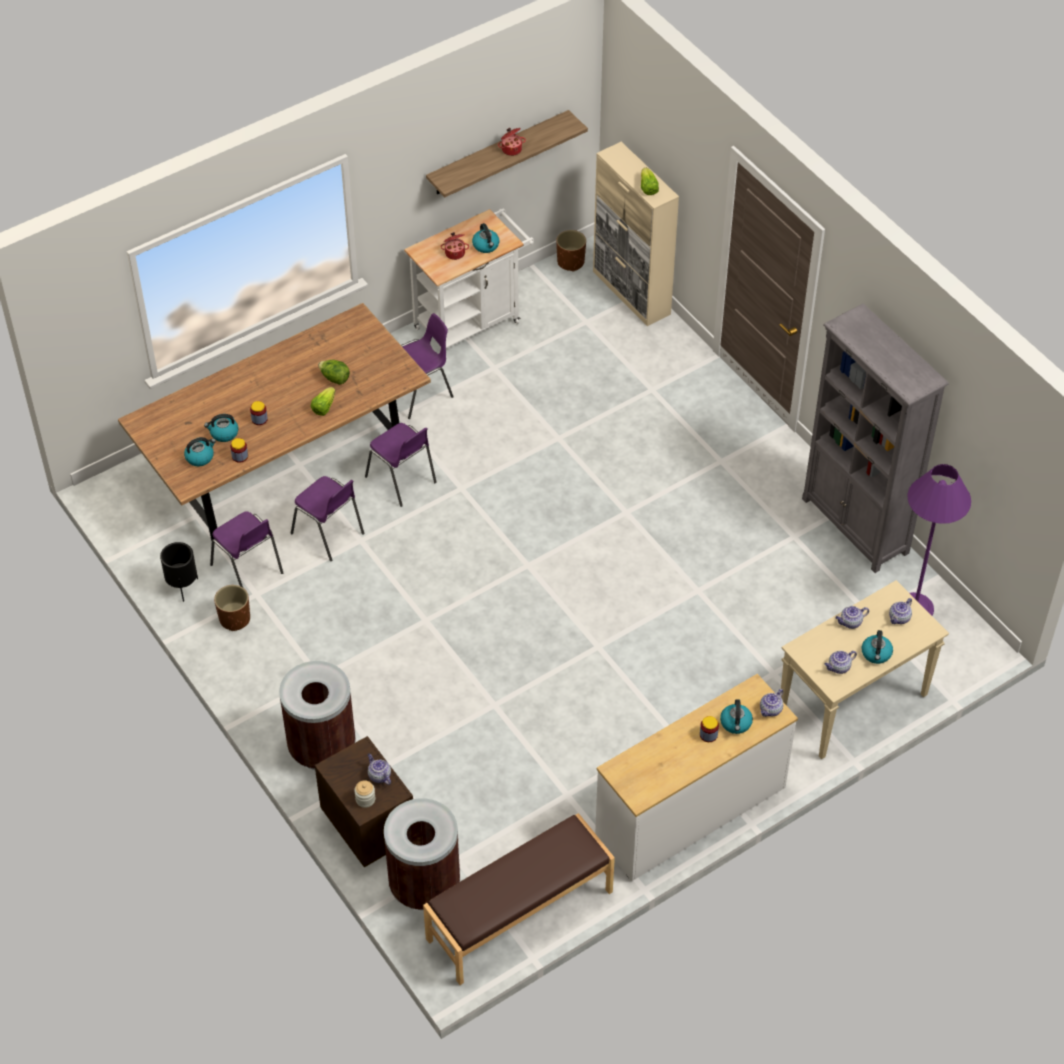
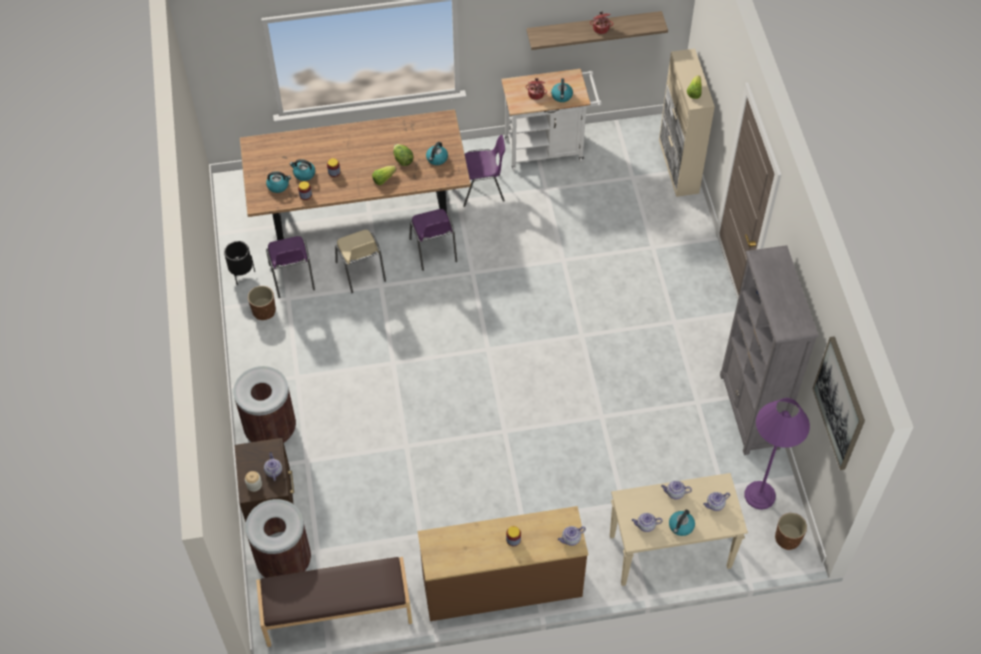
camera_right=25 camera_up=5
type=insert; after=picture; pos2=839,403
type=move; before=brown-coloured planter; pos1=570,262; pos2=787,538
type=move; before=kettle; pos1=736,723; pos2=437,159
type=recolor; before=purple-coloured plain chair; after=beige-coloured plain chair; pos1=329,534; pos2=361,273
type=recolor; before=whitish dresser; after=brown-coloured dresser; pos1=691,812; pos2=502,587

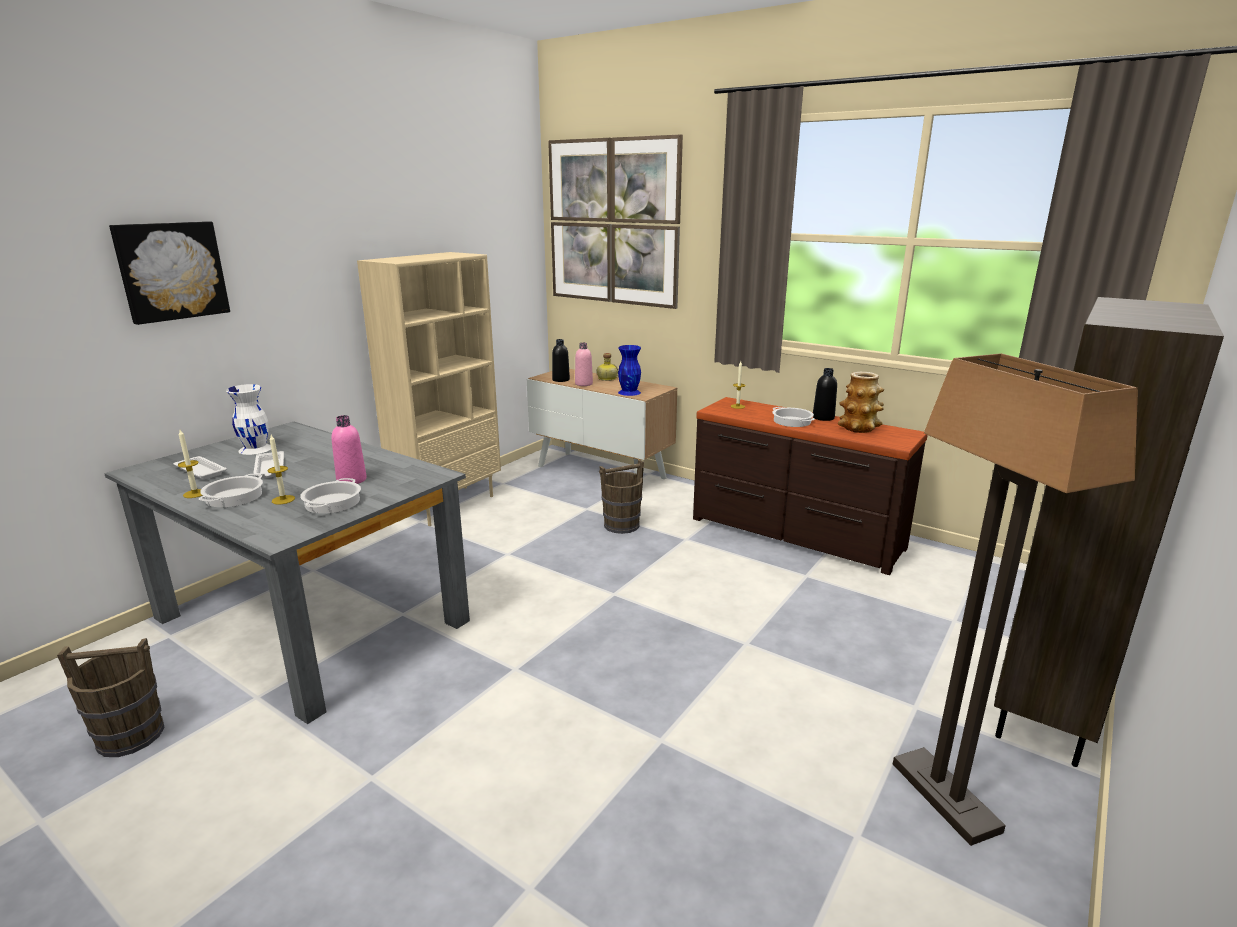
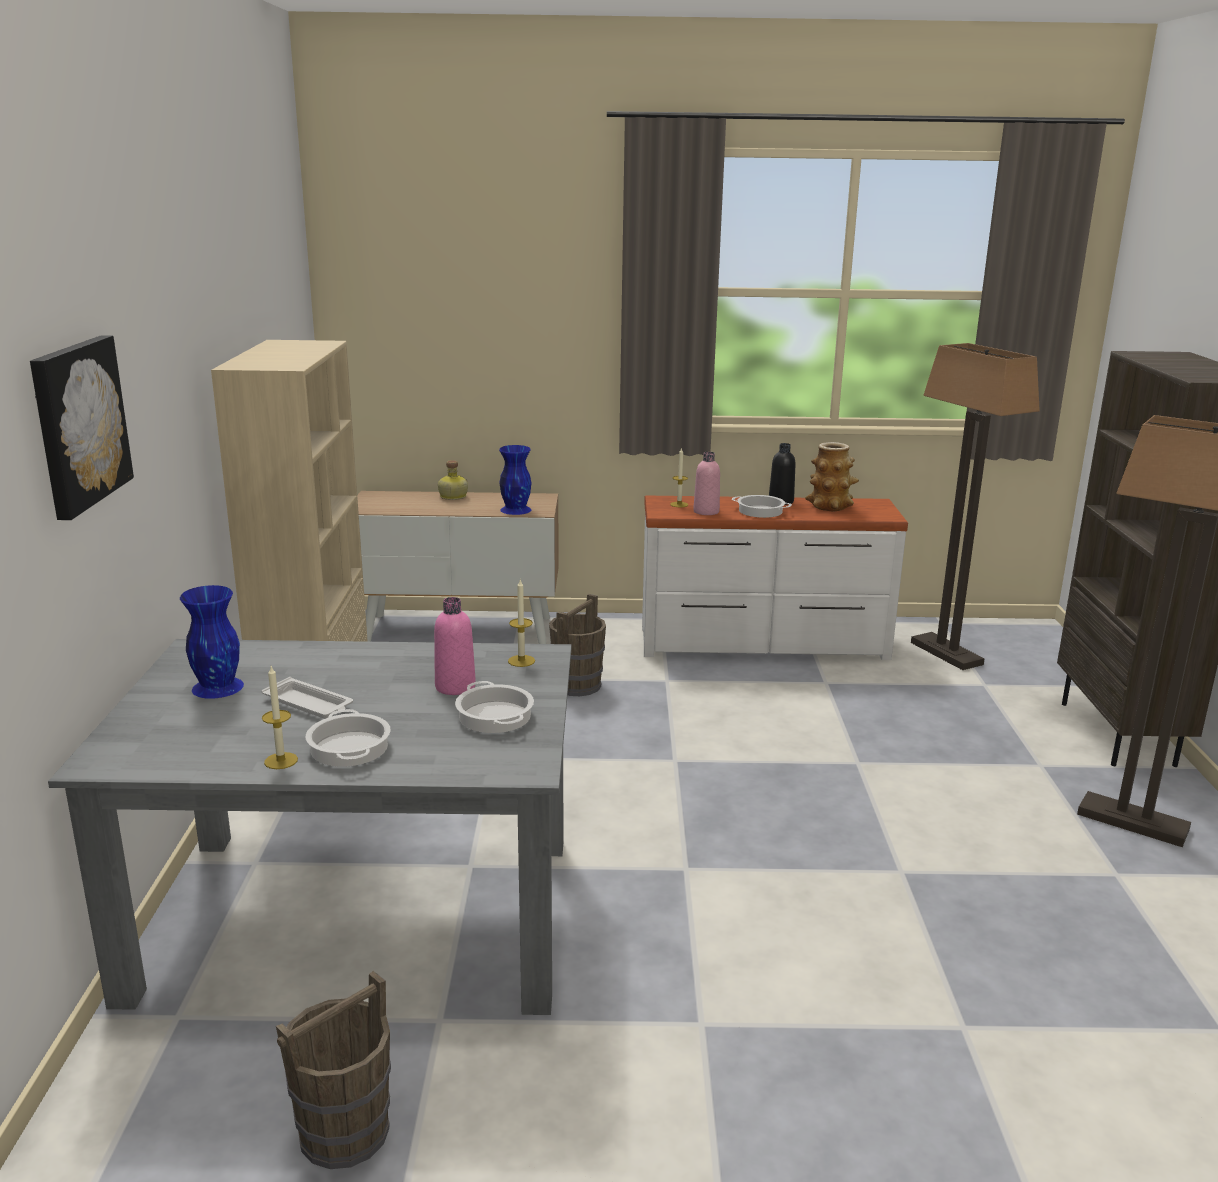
camera_right=-35 camera_up=0
type=delete; before=whitish carrying tray; pos1=200,471
type=delete; before=picture; pos1=613,222
type=delete; before=blackish drink bottle; pos1=561,380
type=insert; after=floor lamp; pos2=947,653
type=move; before=candle; pos1=283,500; pos2=521,661
type=move; before=pink-coloured drink bottle; pos1=583,384; pos2=706,512
type=recolor; before=whitish vase; after=blue vase; pos1=256,449; pos2=217,686
type=recolor; before=brown-coloured dresser; after=whitish dresser; pos1=794,534; pos2=763,644

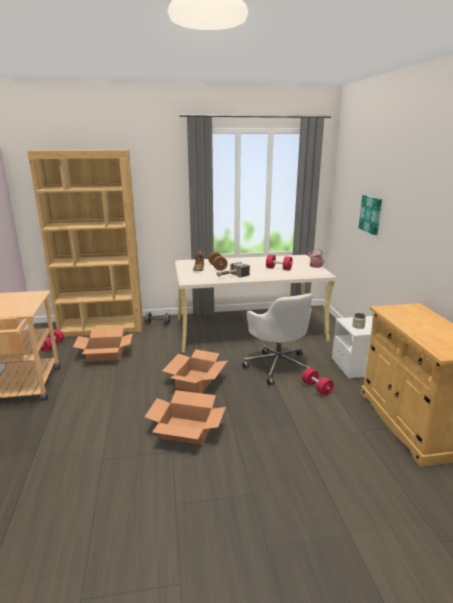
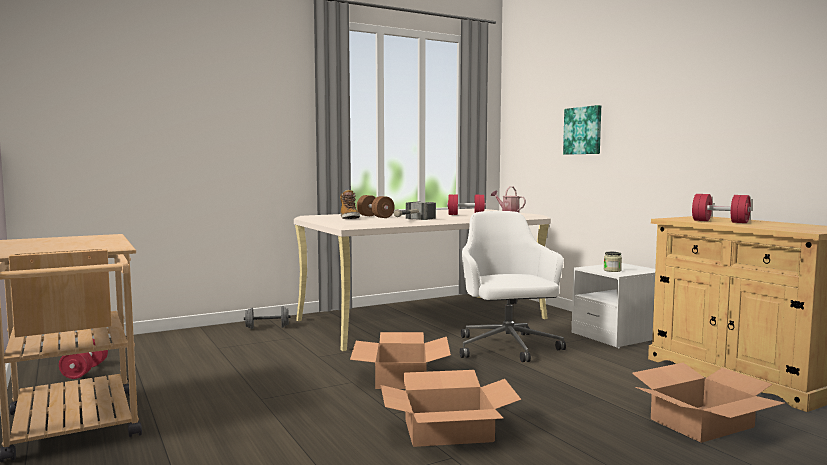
camera_right=-20 camera_up=-15
type=delete; before=brown-coloured shelving unit; pos1=102,327
type=move; before=cardboard box; pos1=105,354; pos2=702,423
type=move; before=red hand weight; pos1=316,388; pos2=720,221
type=rotate; before=whitish desk chair; pos1=278,366; pos2=507,348; turn=-150

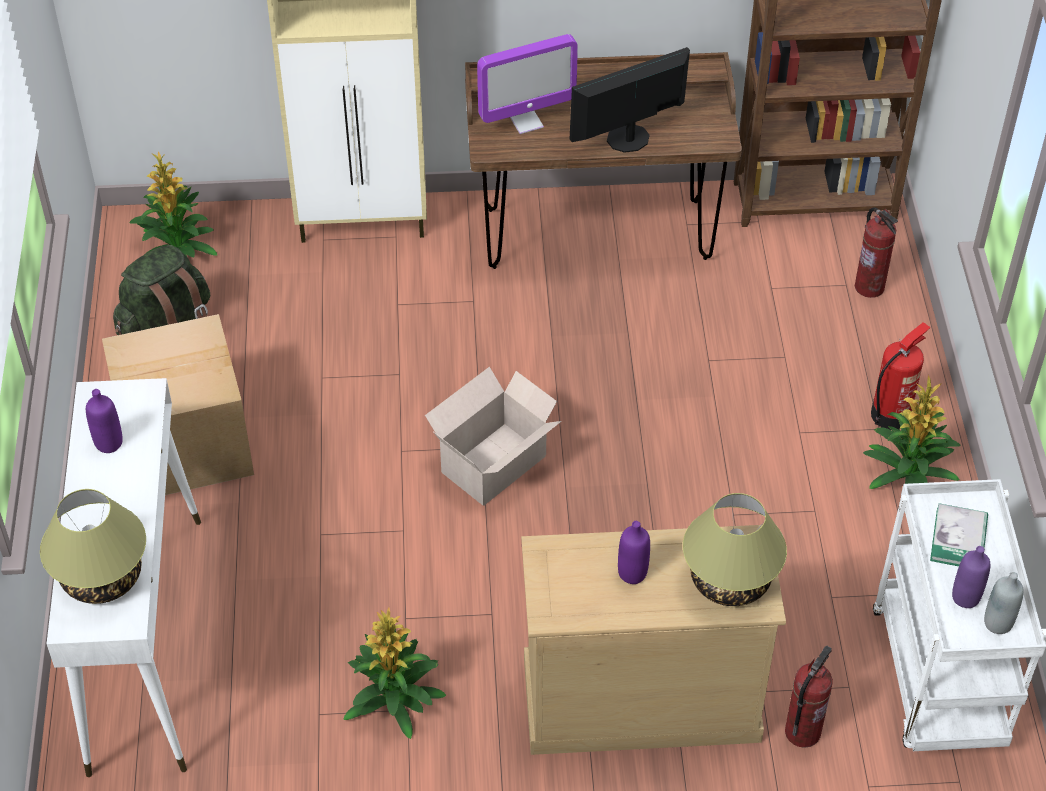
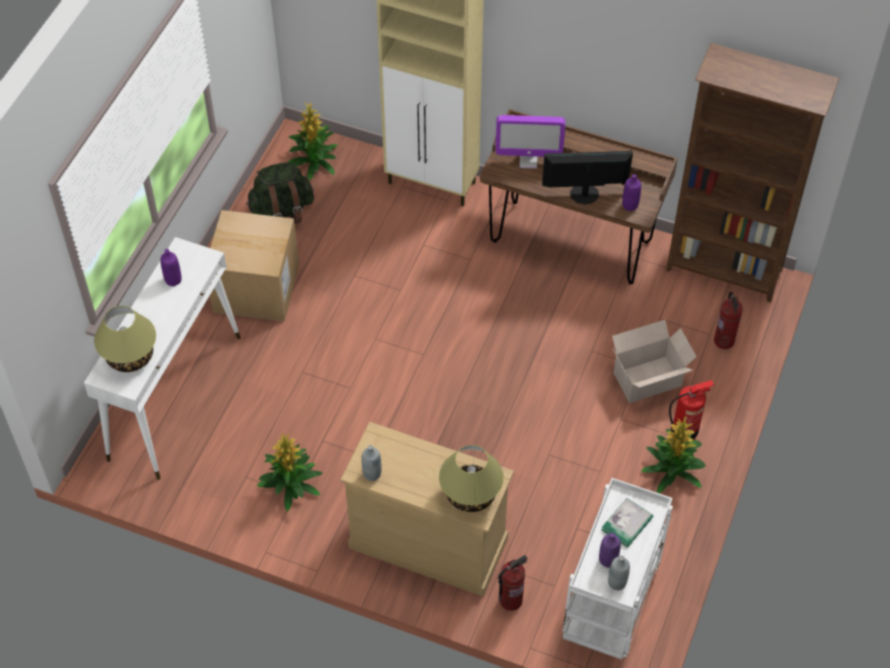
camera_right=25 camera_up=5
type=insert; after=grey drink bottle; pos2=372,474
type=move; before=cardboard box; pos1=496,463; pos2=649,379
type=move; before=purple-coloured drink bottle; pos1=632,573; pos2=630,205

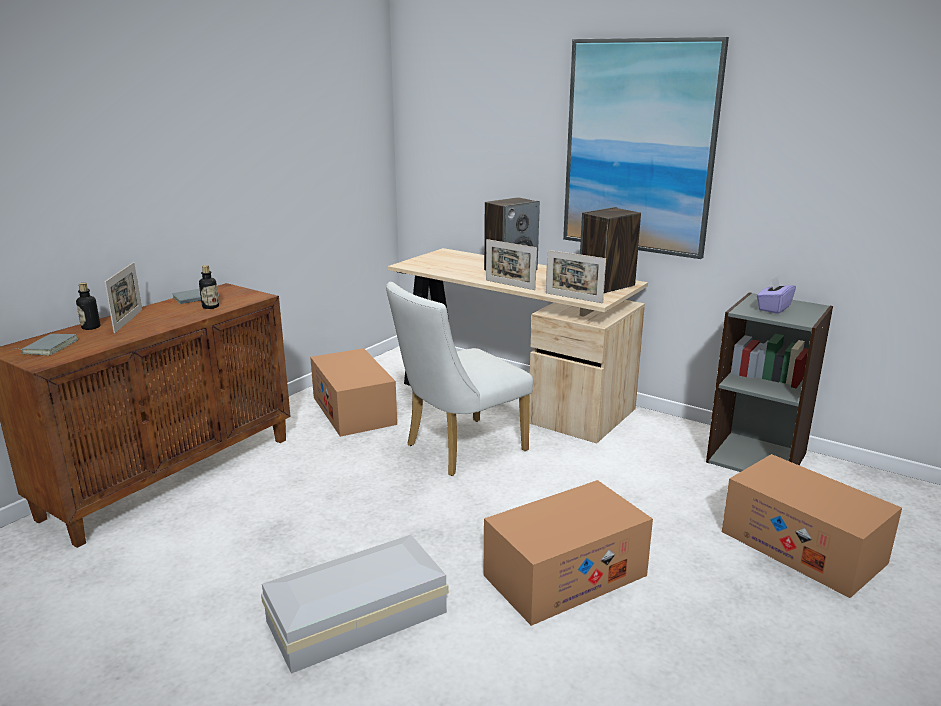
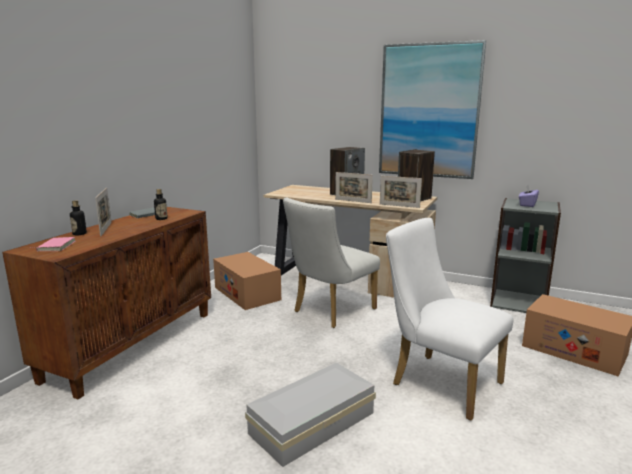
camera_right=-10 camera_up=-5
type=replace; before=cardboard box; after=whitish plain chair; pos1=565,575; pos2=439,381
type=recolor; before=grey book; after=pink-coloured book; pos1=49,347; pos2=55,246

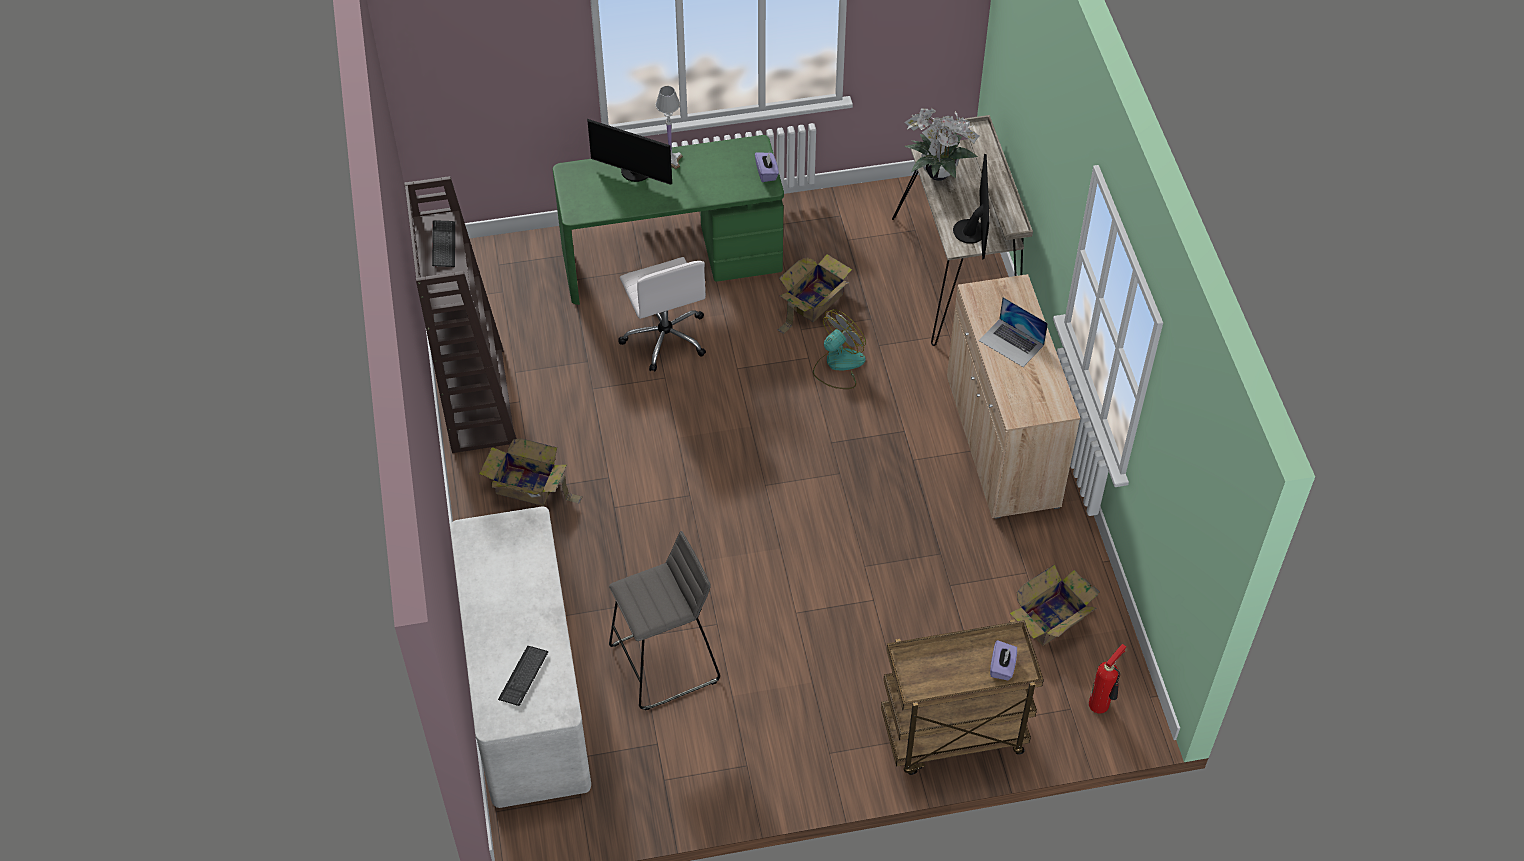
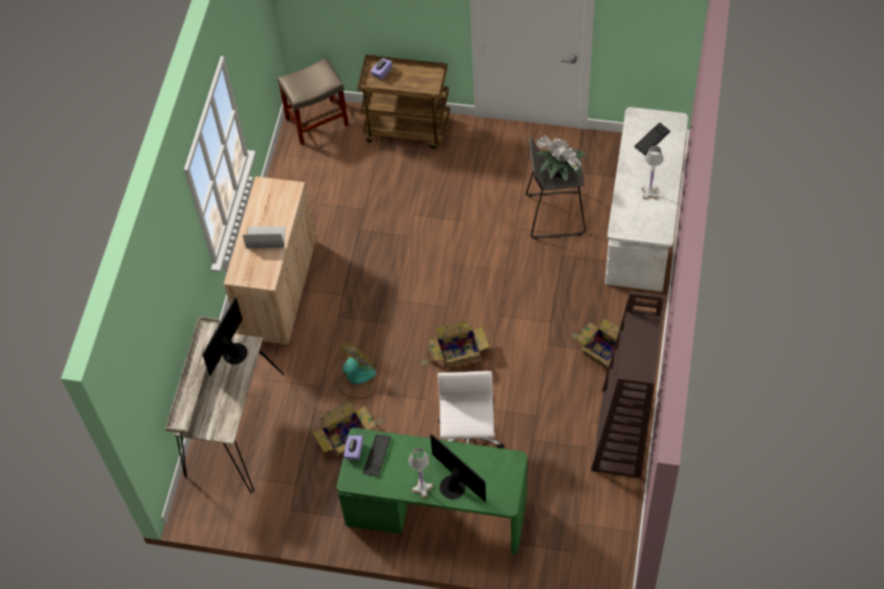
camera_right=-155 camera_up=5
type=insert; after=whitish table lamp; pos2=650,193
type=move; before=computer keyboard; pos1=444,245; pos2=377,456
type=move; before=houseplant; pos1=936,173; pos2=560,174
type=move; before=cardboard box; pos1=1053,618; pos2=456,353
type=replace; before=fire extinguisher; after=beige-coloured stool; pos1=1101,704; pos2=317,121
type=rotate; before=fan; pos1=838,365; pos2=356,379; turn=150
type=rotate; before=notebook computer; pos1=1011,343; pos2=265,237; turn=-60

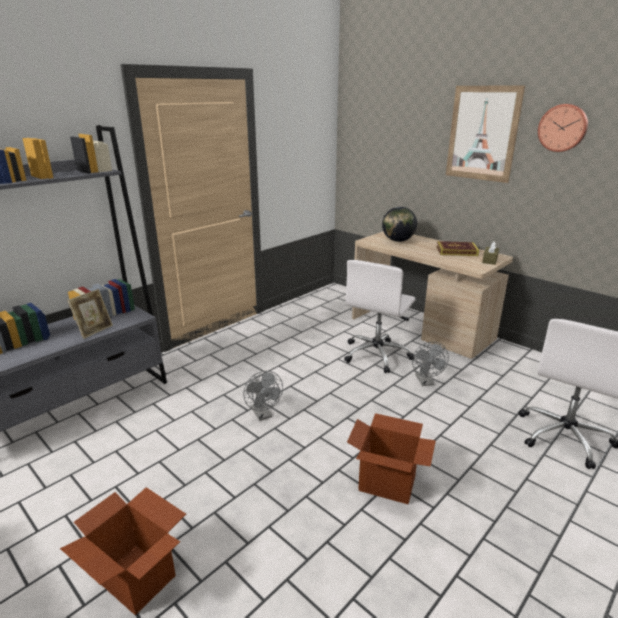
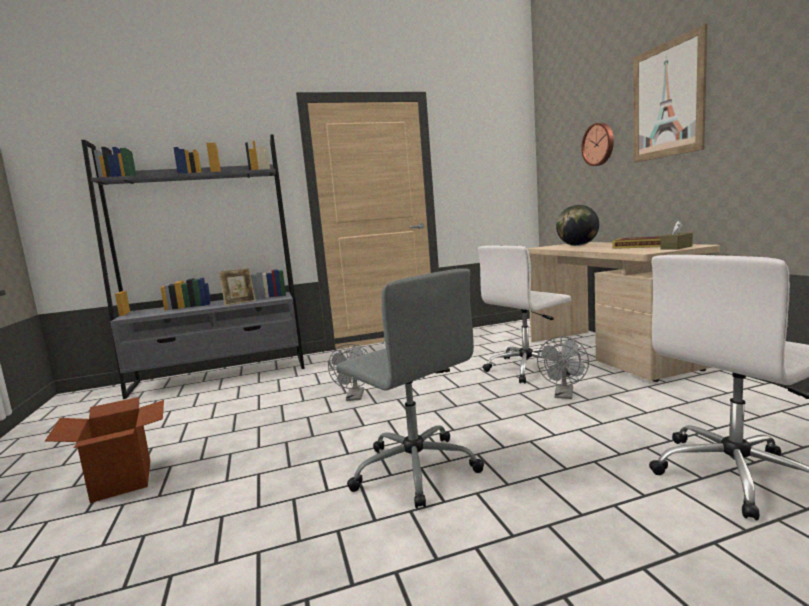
camera_right=30 camera_up=-15
type=move; before=wall clock; pos1=563,128; pos2=599,144
type=replace; before=cardboard box; after=grey desk chair; pos1=387,483; pos2=414,468

